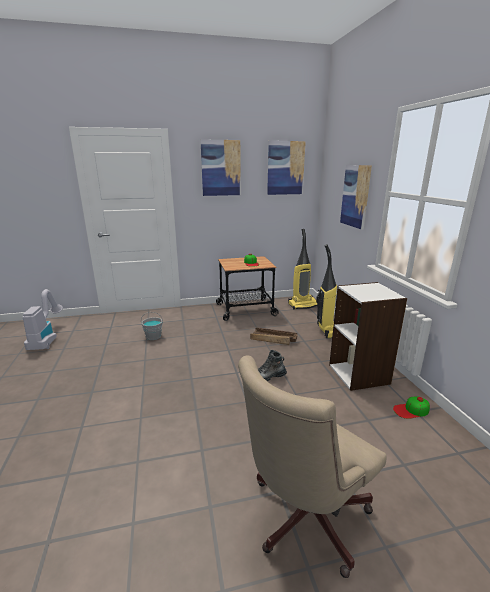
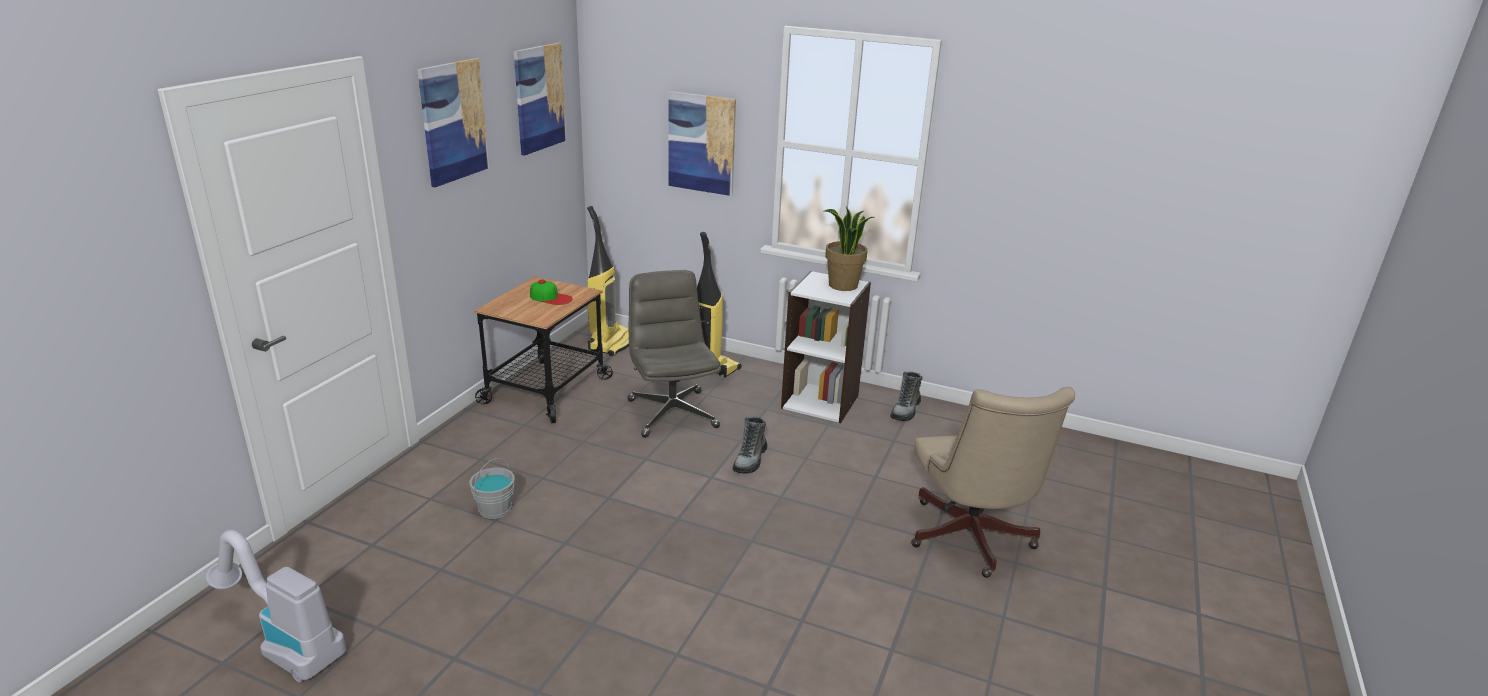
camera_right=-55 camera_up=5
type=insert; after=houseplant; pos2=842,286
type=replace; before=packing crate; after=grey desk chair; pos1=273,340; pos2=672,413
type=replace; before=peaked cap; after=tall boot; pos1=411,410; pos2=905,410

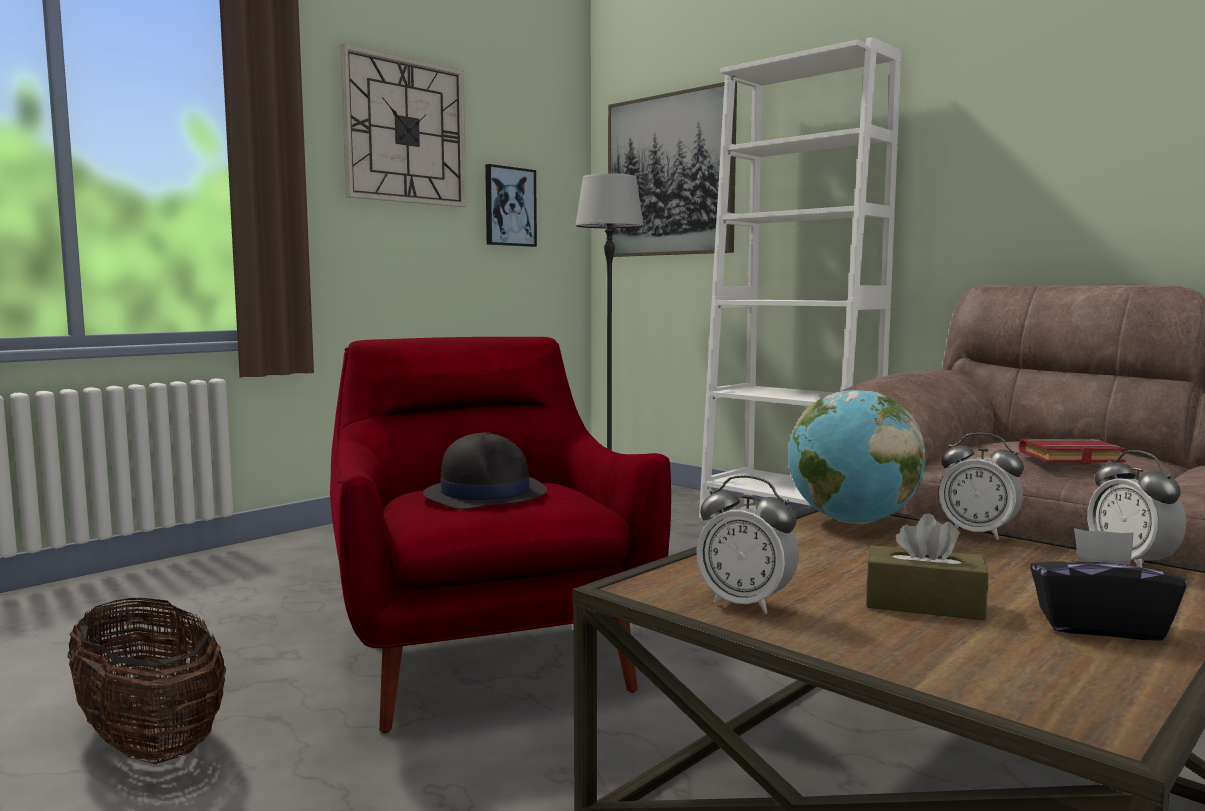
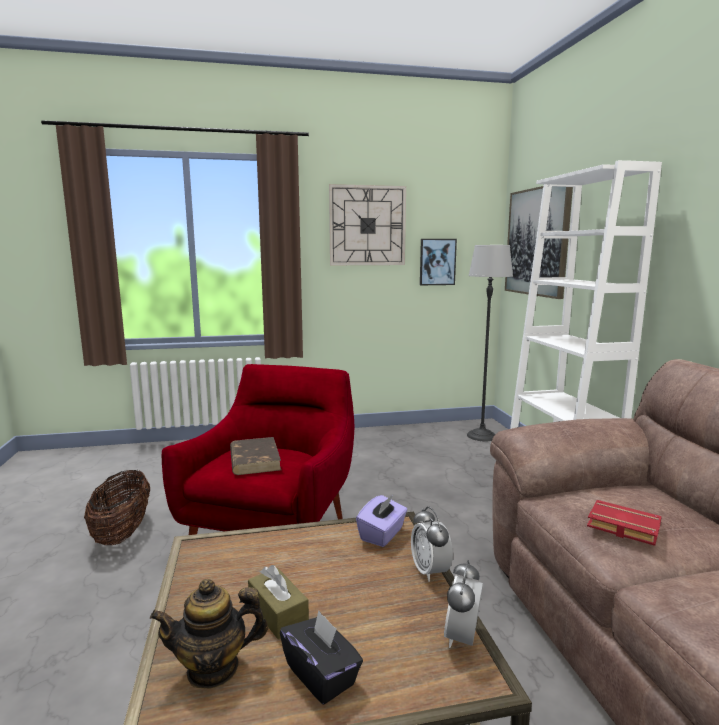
camera_right=35 camera_up=5
type=delete; before=bedside clock; pos1=746,604
type=insert; after=teapot; pos2=213,668
type=replace; before=blackish clothing hat; after=brown-coloured book; pos1=485,494; pos2=254,459
type=replace; before=desk globe; after=purple-coloured tissue box; pos1=852,522; pos2=382,534

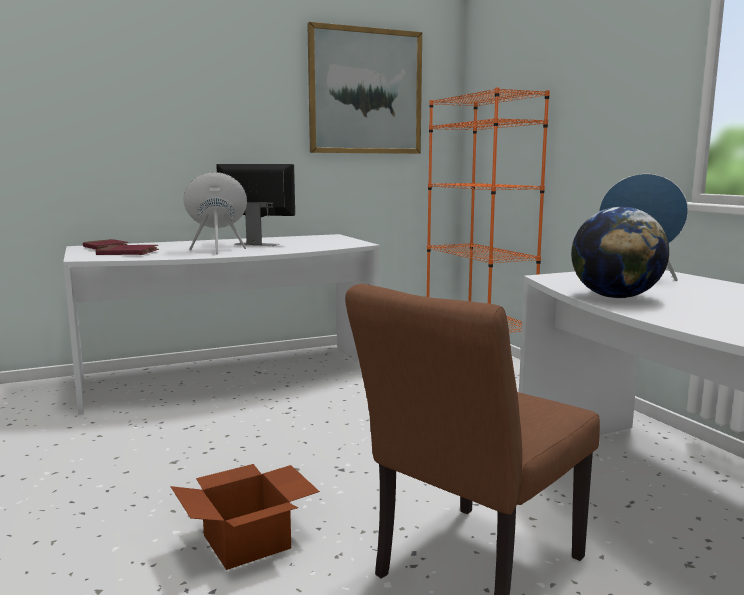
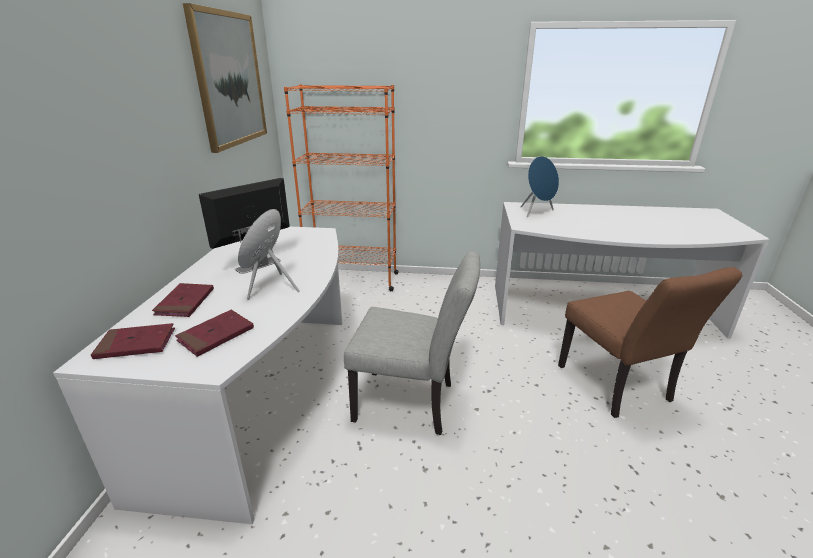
camera_right=-60 camera_up=15
type=delete; before=cardboard box; pos1=249,542
type=delete; before=desk globe; pos1=615,297
type=insert; after=red book; pos2=185,302
type=insert; after=grey plain chair; pos2=413,403

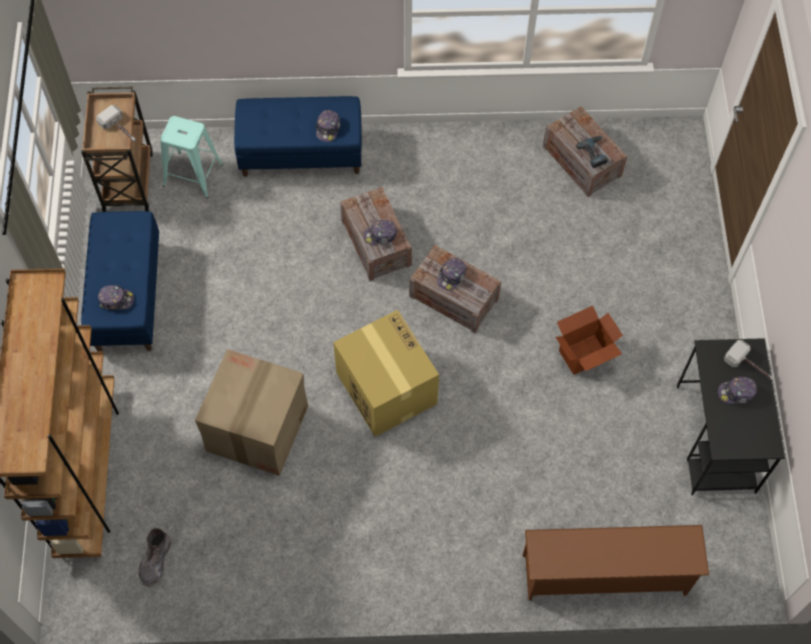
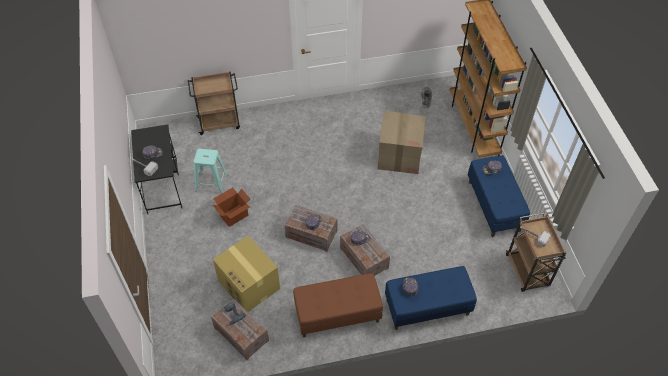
camera_right=170 camera_up=-10
type=insert; after=brown-coloured bench; pos2=337,315
type=move; before=blue-green stool; pos1=193,175; pos2=212,183
type=move; before=cardboard box; pos1=385,387; pos2=249,285
type=replace; before=brown-coloured shoe rack; after=brown-coloured wheeled cart; pos1=604,576; pos2=219,123

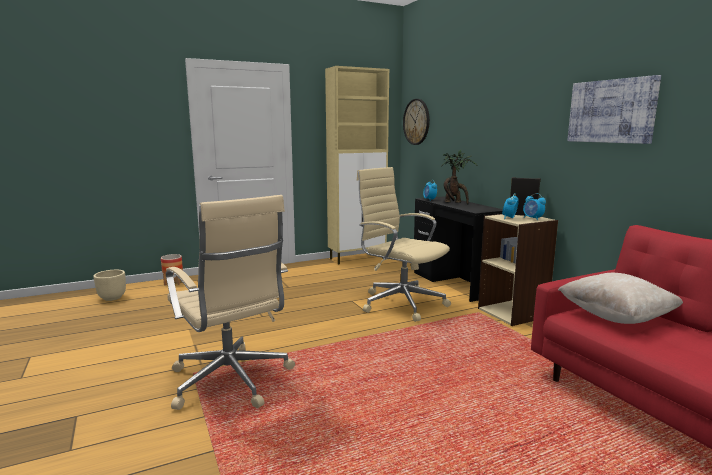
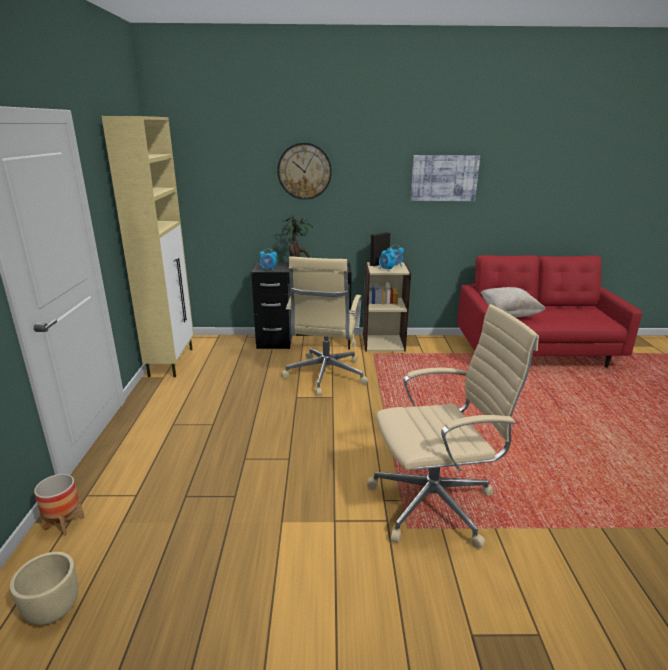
camera_right=-65 camera_up=10
type=move; before=wall clock; pos1=416,122; pos2=304,171
type=rotate; before=beige-coloured desk chair; pos1=400,303; pos2=325,376; turn=-60

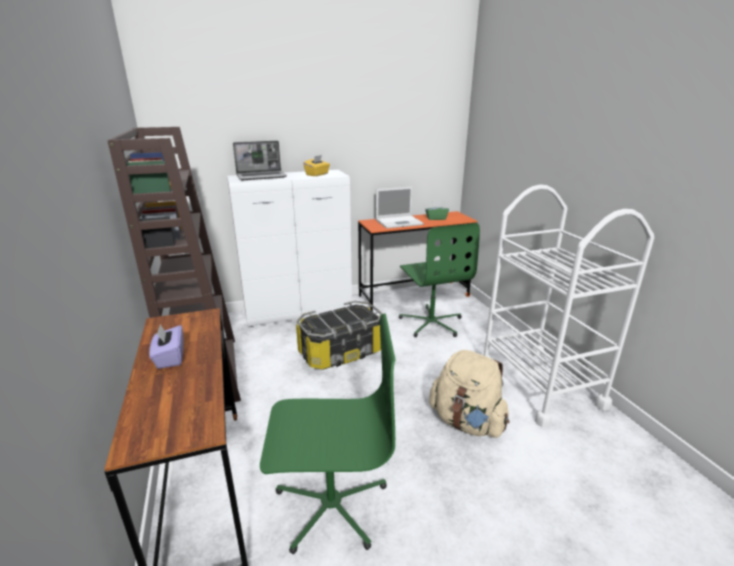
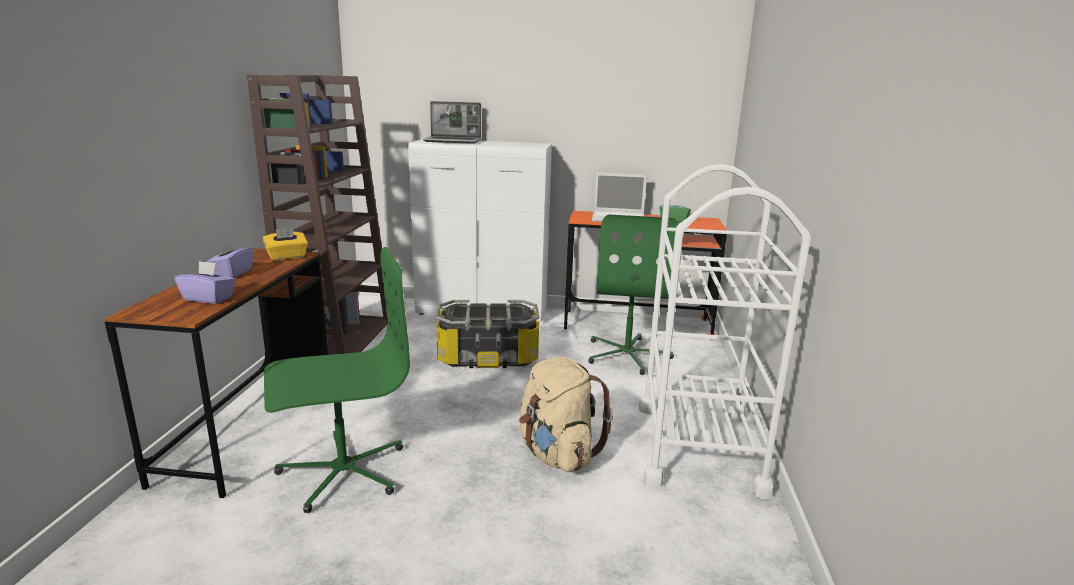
camera_right=25 camera_up=-5
type=insert; after=purple-coloured tissue box; pos2=209,298
type=move; before=yellow tissue box; pos1=317,174; pos2=287,257
type=rotate; before=green-coloured desk chair; pos1=330,504; pos2=342,471; turn=-45

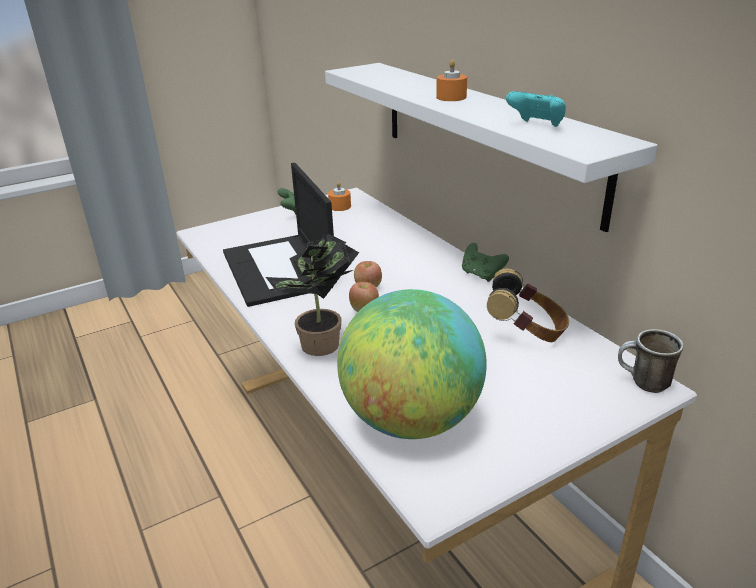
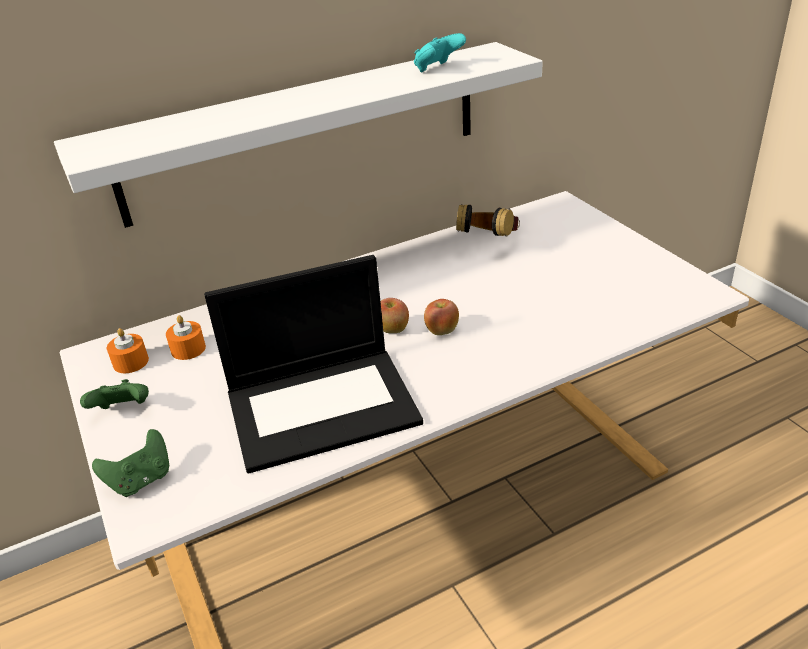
camera_right=-85 camera_up=5
type=delete; before=houseplant; pos1=321,348
type=delete; before=desk globe; pos1=411,419
type=delete; before=mug; pos1=642,384
type=move; before=orangey candle; pos1=451,97; pos2=188,349
type=move; before=green-coloured gamepad; pos1=481,275; pos2=141,480

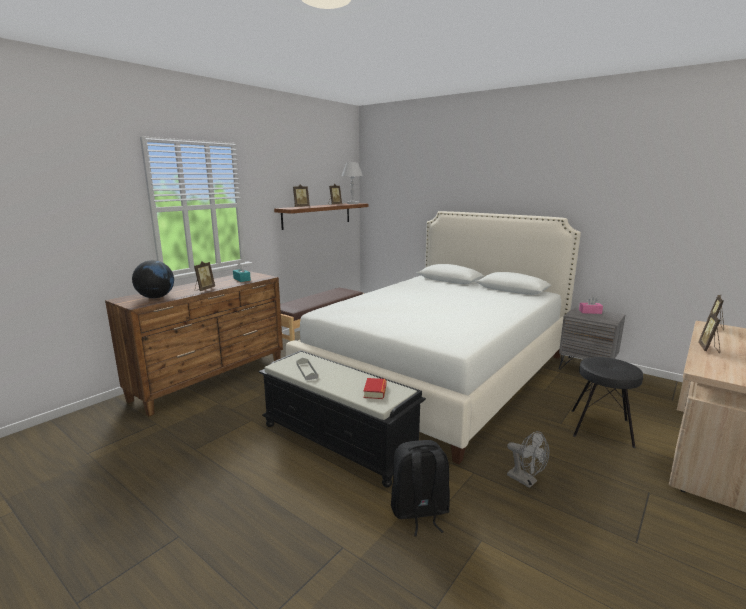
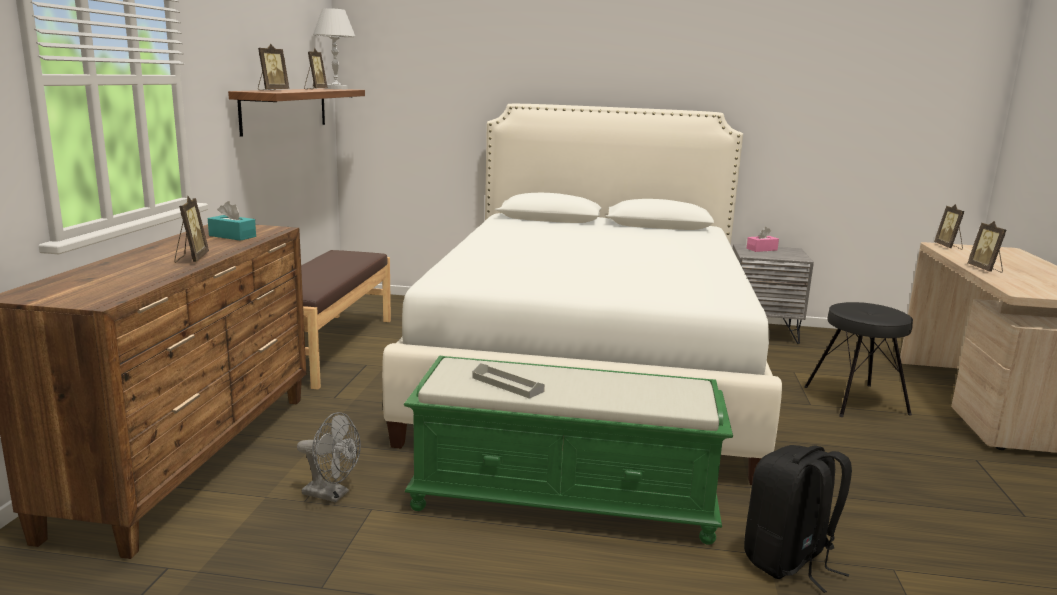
camera_right=-30 camera_up=0
type=delete; before=desk globe; pos1=156,297
type=delete; before=book; pos1=375,391
type=move; before=grey fan; pos1=526,481; pos2=332,494
type=recolor; before=blackish bench; after=green-coloured bench; pos1=339,441; pos2=565,500

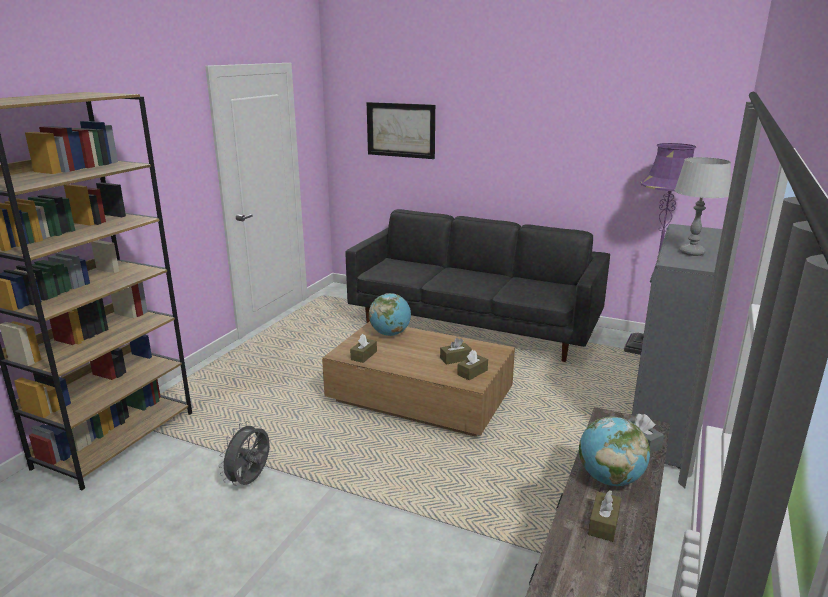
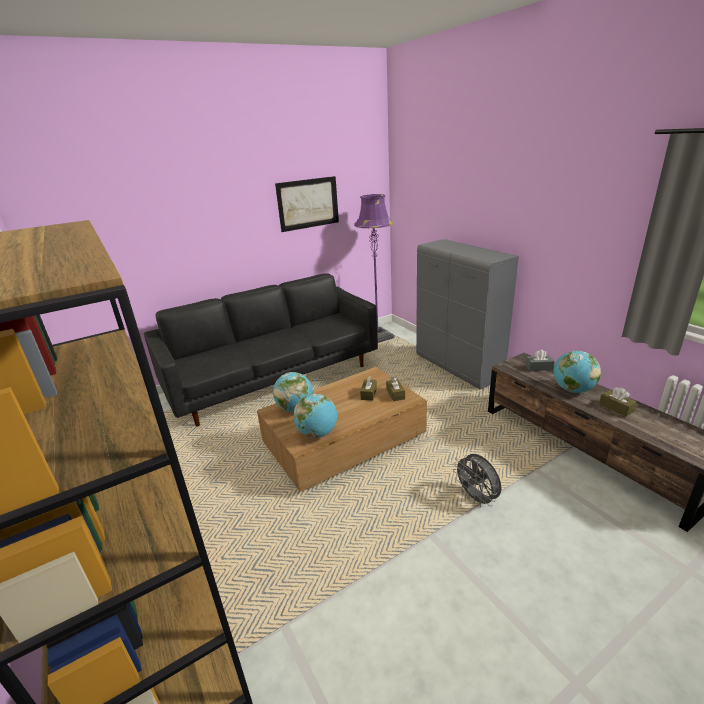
camera_right=-55 camera_up=5
type=delete; before=grey table lamp; pos1=692,253
type=move; before=grey fan; pos1=250,481; pos2=476,498
type=move; before=picture; pos1=401,130; pos2=308,203
type=replace; before=brown-coloured tissue box; after=desk globe; pos1=364,355; pos2=317,433

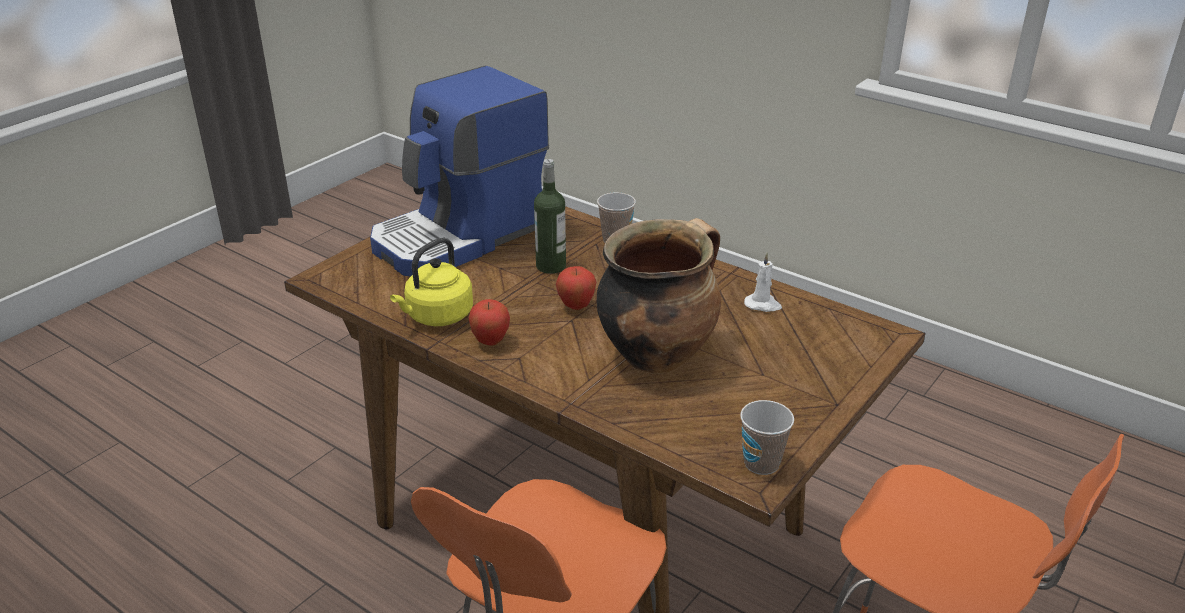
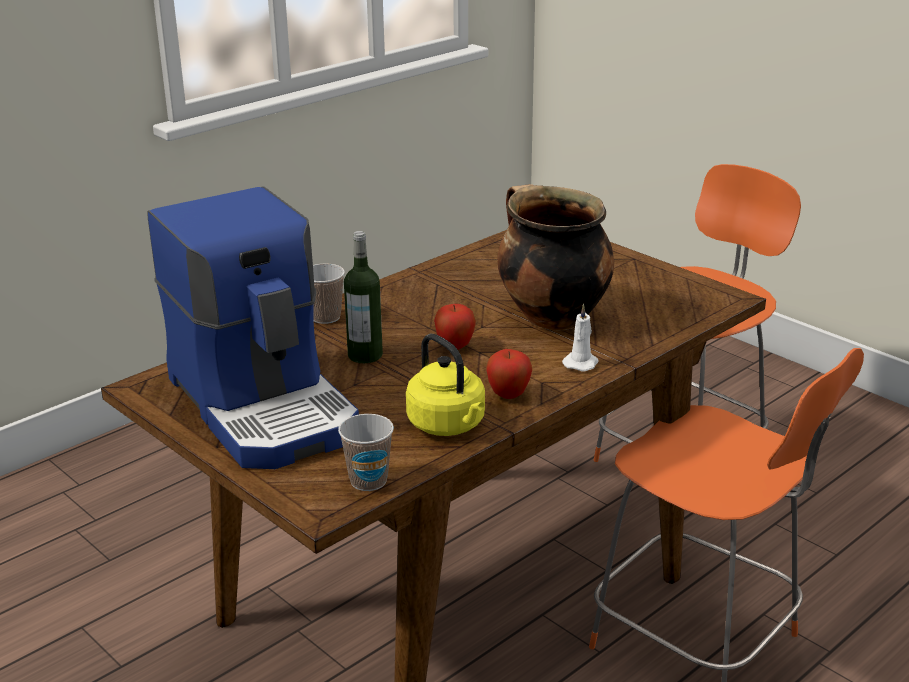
camera_right=-80 camera_up=-5
type=move; before=drinking cup; pos1=761,463; pos2=368,481
type=move; before=whitish candle; pos1=763,305; pos2=581,363

